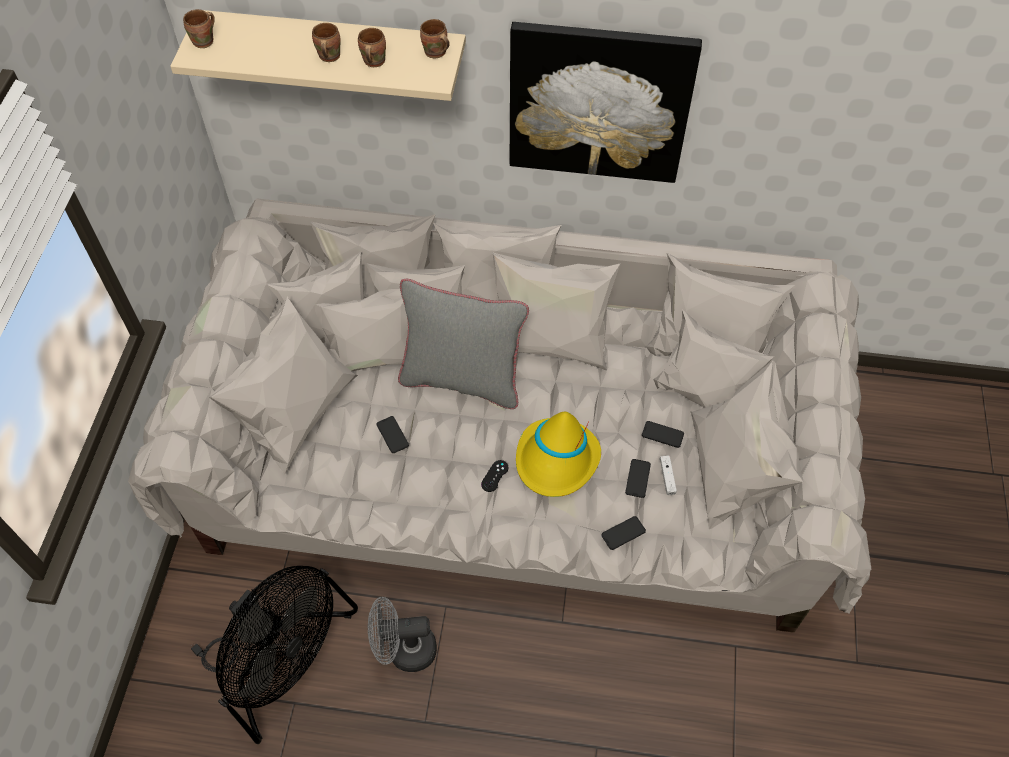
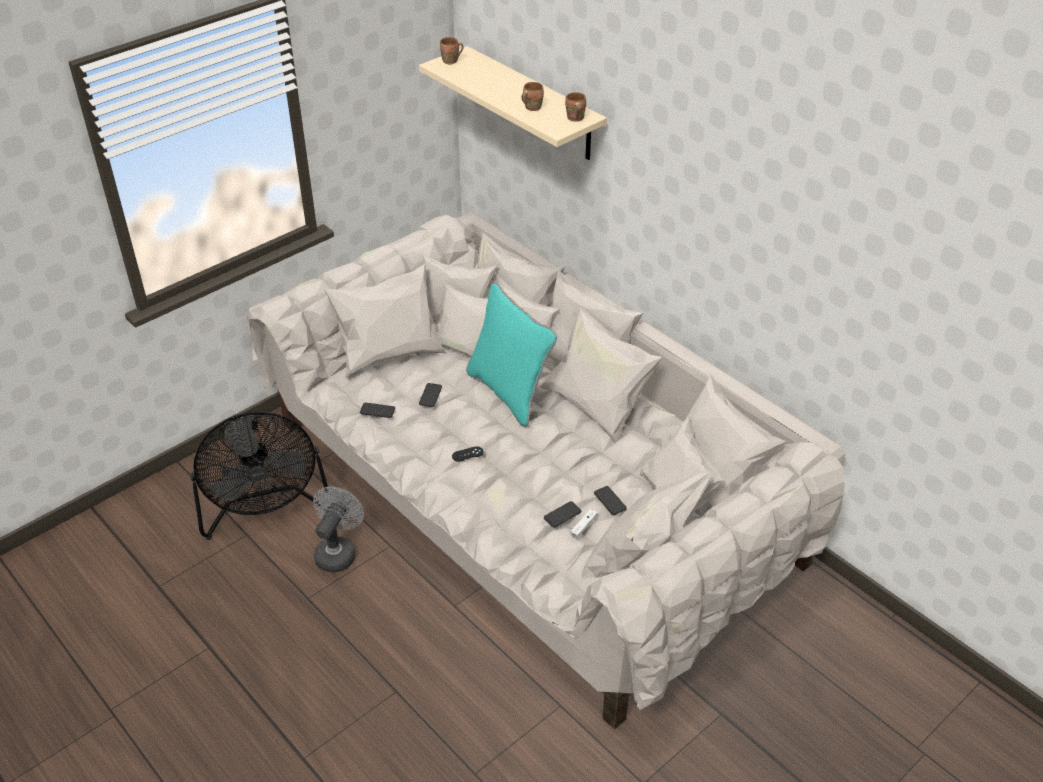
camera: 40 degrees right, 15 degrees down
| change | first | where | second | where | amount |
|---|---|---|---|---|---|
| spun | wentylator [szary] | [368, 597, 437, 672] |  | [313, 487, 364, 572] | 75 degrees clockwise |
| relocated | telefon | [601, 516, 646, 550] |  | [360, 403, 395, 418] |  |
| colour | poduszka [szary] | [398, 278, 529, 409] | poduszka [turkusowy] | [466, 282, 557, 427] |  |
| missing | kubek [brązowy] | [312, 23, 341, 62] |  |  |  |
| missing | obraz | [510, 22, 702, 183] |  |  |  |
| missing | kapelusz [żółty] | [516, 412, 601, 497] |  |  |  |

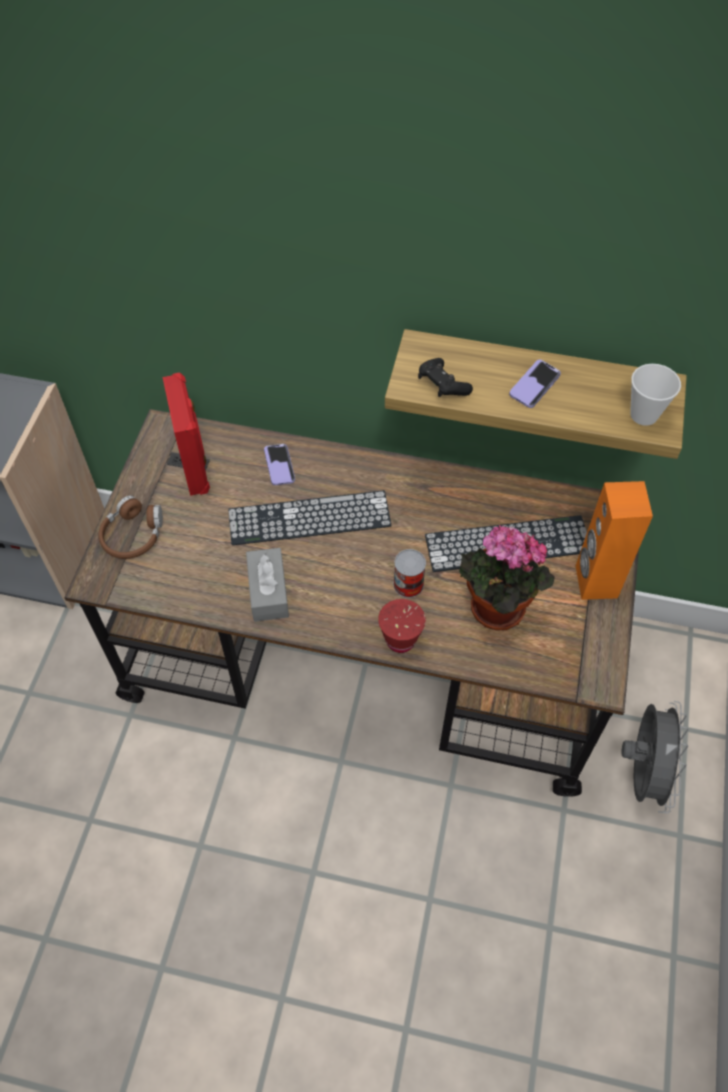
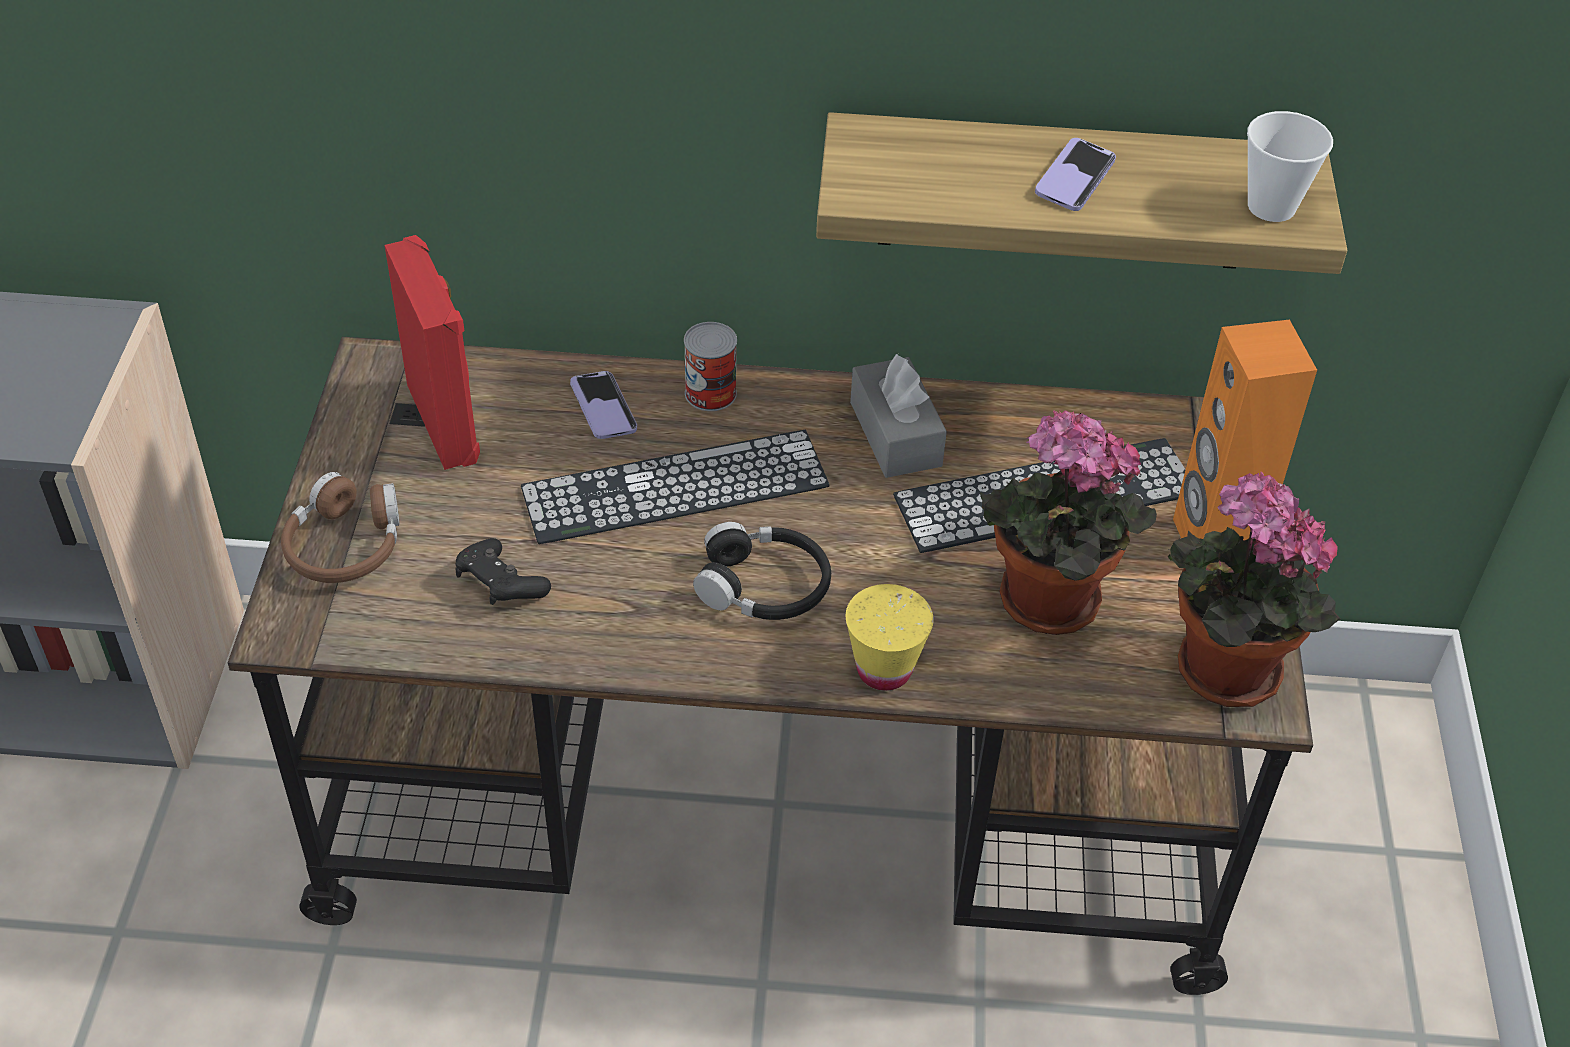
camera: 10 degrees left, 10 degrees down
| change | first | where | second | where | amount |
|---|---|---|---|---|---|
| relocated | pad do gier [czarny] | [418, 358, 473, 397] |  | [455, 538, 551, 605] |  |
| relocated | puszka | [393, 549, 426, 598] |  | [684, 322, 737, 411] |  |
| appeared |  |  | słuchawki [czarny] | [693, 522, 831, 620] |  |
| colour | filiżanka [czerwony] | [378, 599, 426, 653] | filiżanka [żółty] | [846, 584, 934, 691] |  |
| relocated | pudełko chusteczek [szary] | [246, 548, 289, 622] |  | [850, 354, 947, 478] |  |
| appeared |  |  | roślina doniczkowa | [1168, 472, 1340, 707] |  |
| missing | wentylator [szary] | [621, 701, 689, 813] |  |  |  |

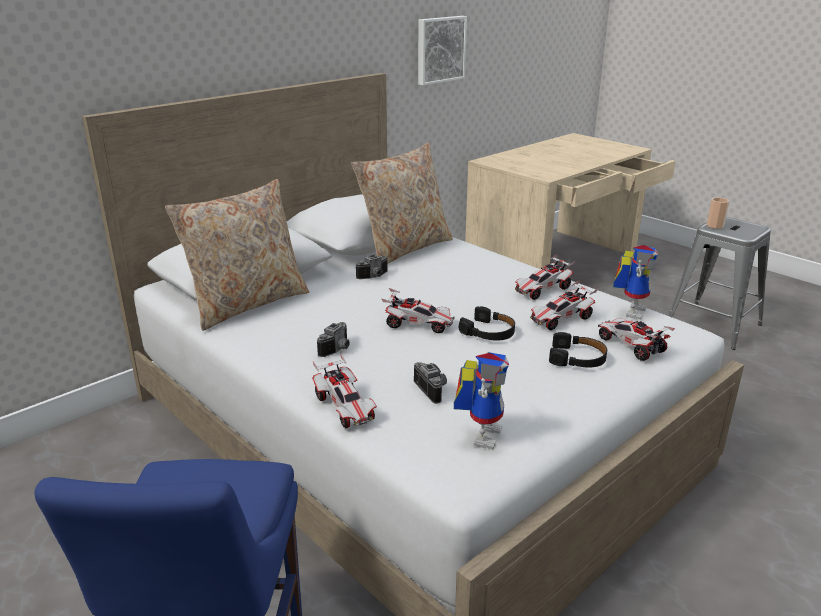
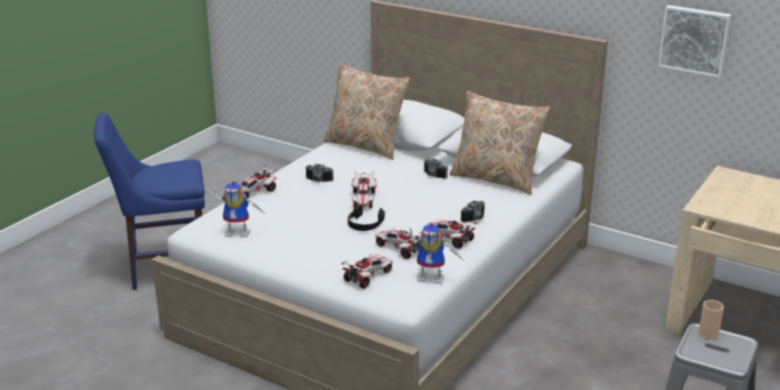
camera: 75 degrees right, 0 degrees up
| change | first | where | second | where | amount |
|---|---|---|---|---|---|
| relocated | aparat fotograficzny | [414, 362, 447, 404] |  | [461, 200, 485, 222] |  |
| missing | słuchawki [czarny] | [549, 332, 607, 368] |  |  |  |

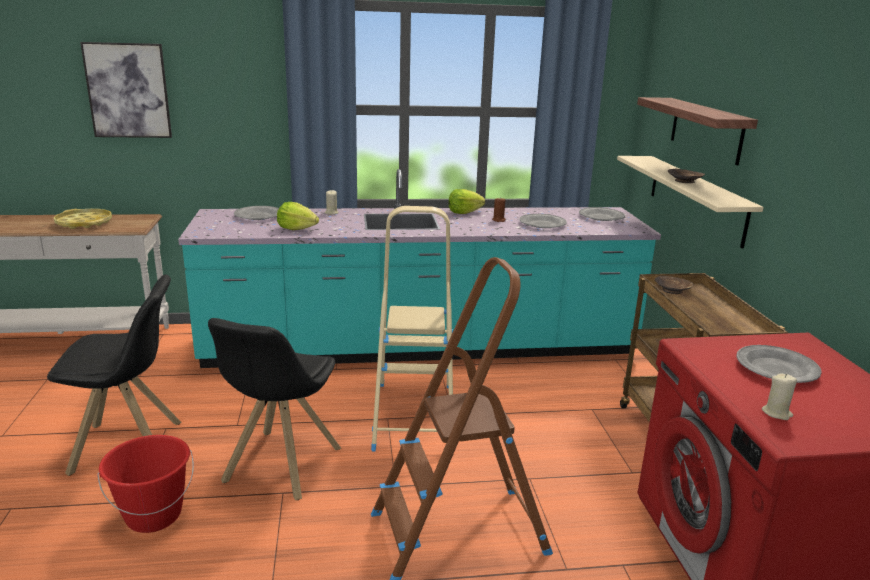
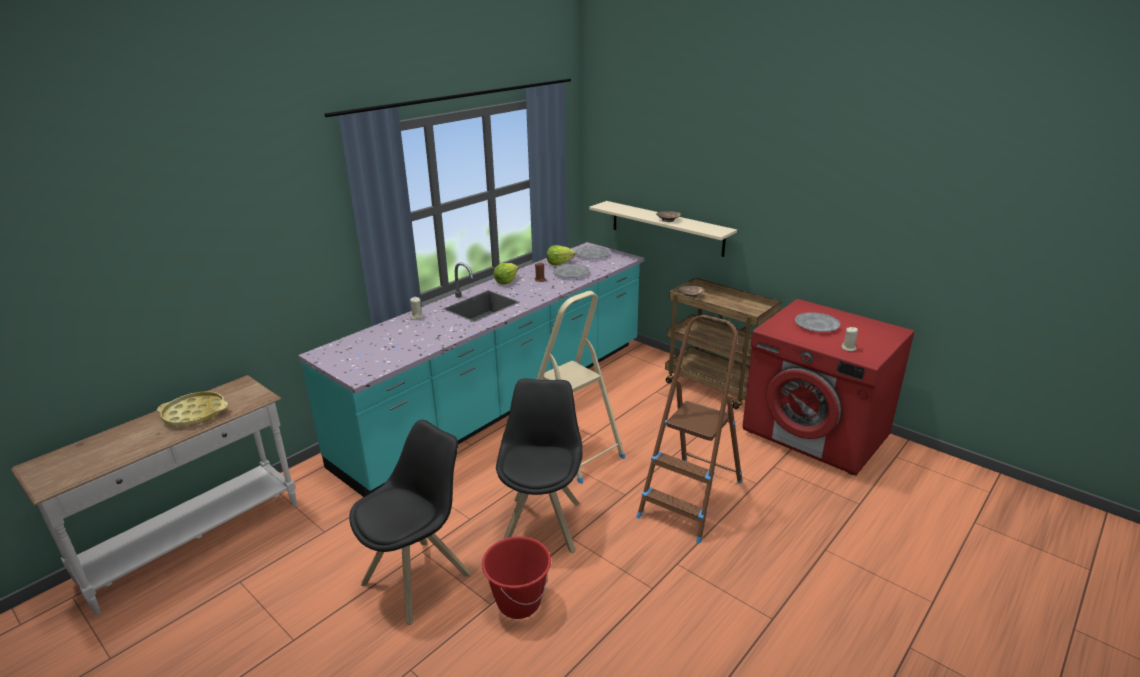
camera: 40 degrees left, 5 degrees up
| change | first | where | second | where | amount |
|---|---|---|---|---|---|
| spun | krzesło [czarny] | [208, 318, 341, 500] |  | [496, 379, 583, 553] | 150 degrees counterclockwise |
| relocated | sałata | [277, 202, 319, 230] |  | [547, 245, 575, 265] |  |
| missing | obraz | [80, 42, 172, 138] |  |  |  |
| missing | talerz [szary] | [234, 206, 279, 220] |  |  |  |
| missing | półka | [637, 97, 758, 165] |  |  |  |

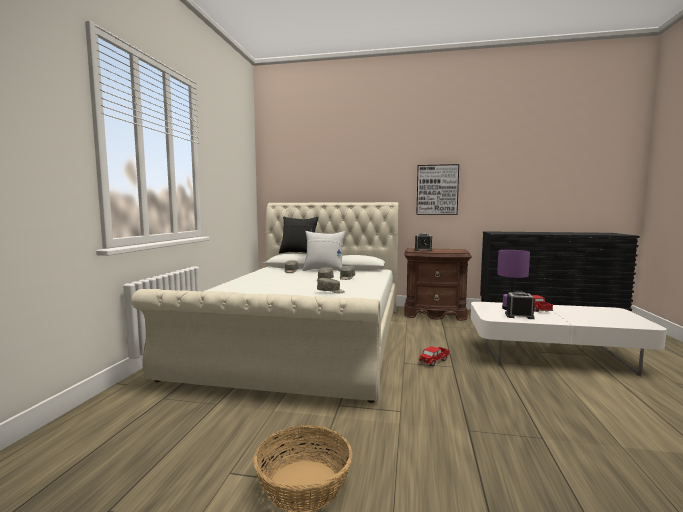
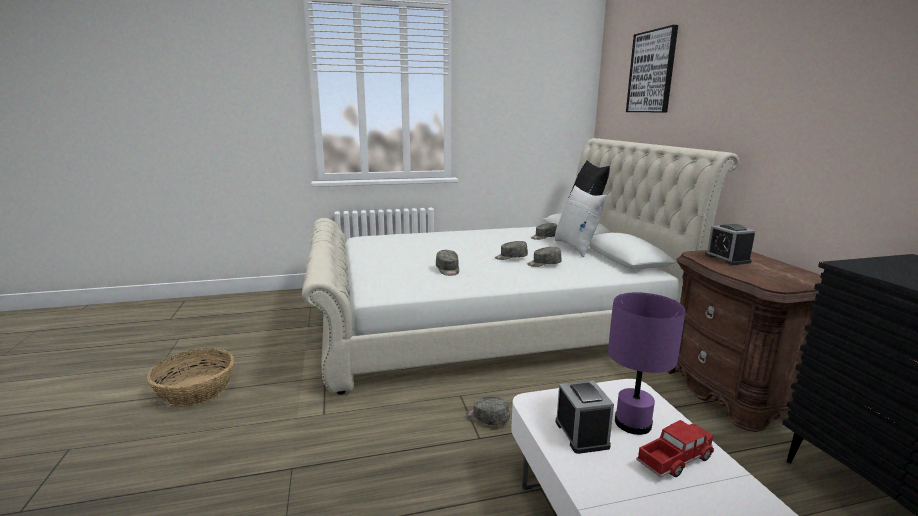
camera: 65 degrees right, 10 degrees up
| change | first | where | second | where | amount |
|---|---|---|---|---|---|
| exchanged | ciężarówka zabawkowa | [419, 346, 450, 367] | czapka z daszkiem [szary] | [466, 396, 510, 426] |  |
| relocated | obraz | [416, 164, 459, 215] |  | [626, 25, 678, 112] |  |

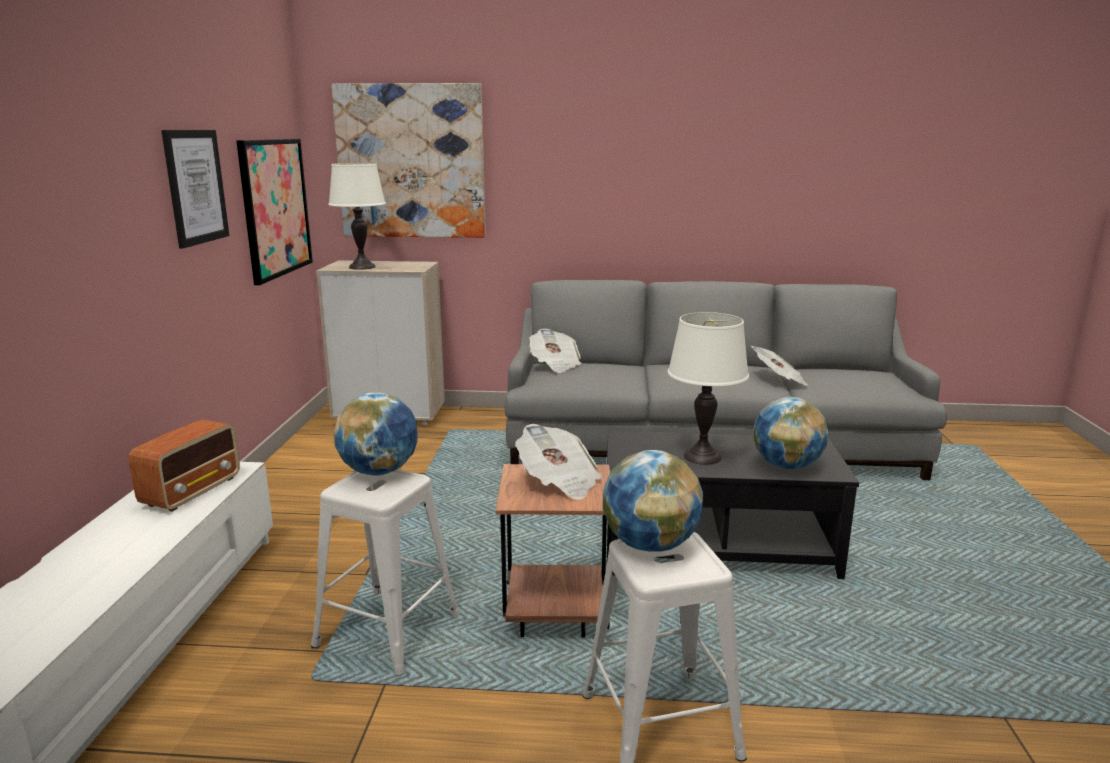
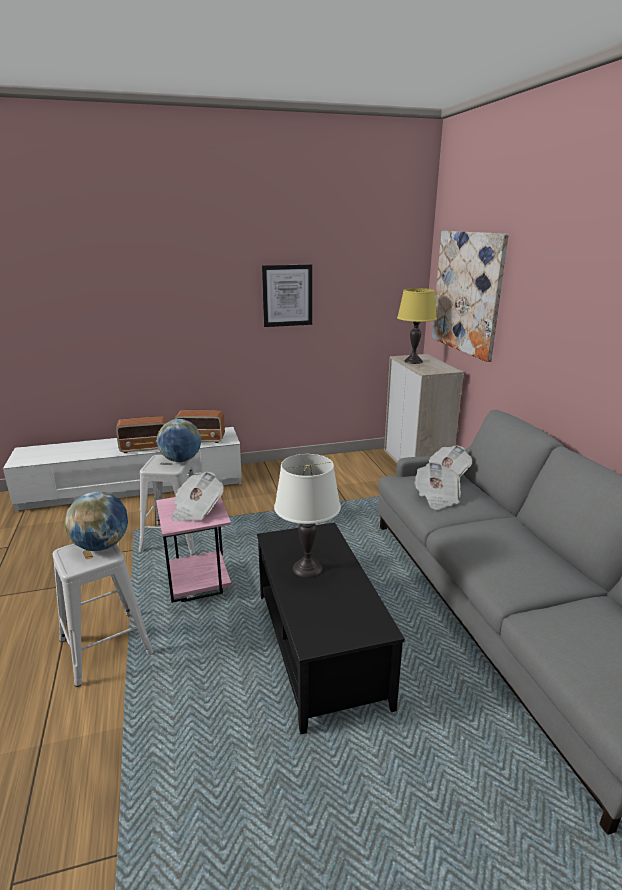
camera: 70 degrees right, 5 degrees up
| change | first | where | second | where | amount |
|---|---|---|---|---|---|
| appeared |  |  | radio | [116, 416, 167, 453] |  |
| colour | stolik [brązowy] | [495, 464, 612, 637] | stolik [różowy] | [156, 497, 231, 603] |  |
| colour | lampa stołowa [biały] | [328, 163, 386, 270] | lampa stołowa [żółty] | [397, 288, 437, 364] |  |
| relocated | gazeta | [751, 346, 808, 386] |  | [414, 462, 461, 510] |  |
| missing | obraz | [236, 139, 313, 285] |  |  |  |
| missing | globus | [754, 397, 828, 469] |  |  |  |

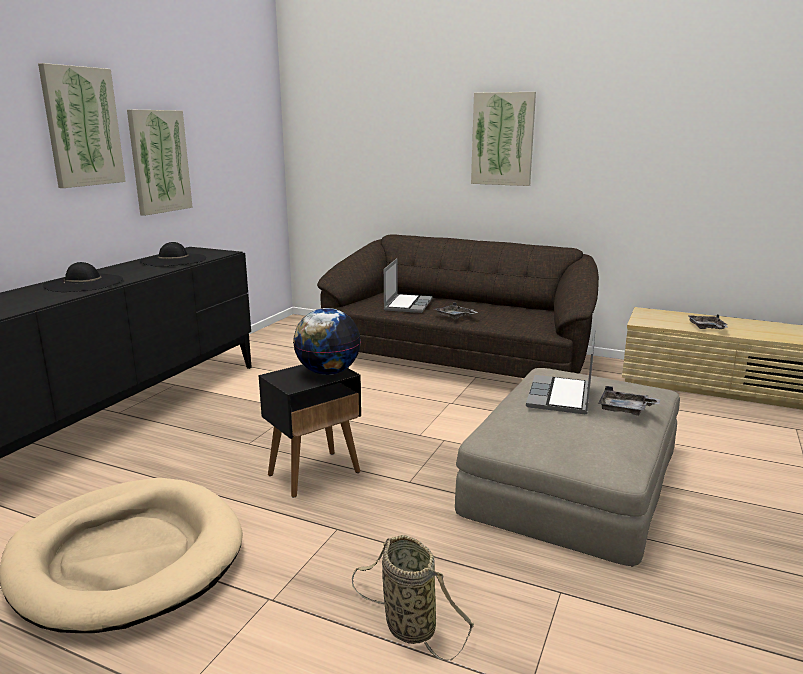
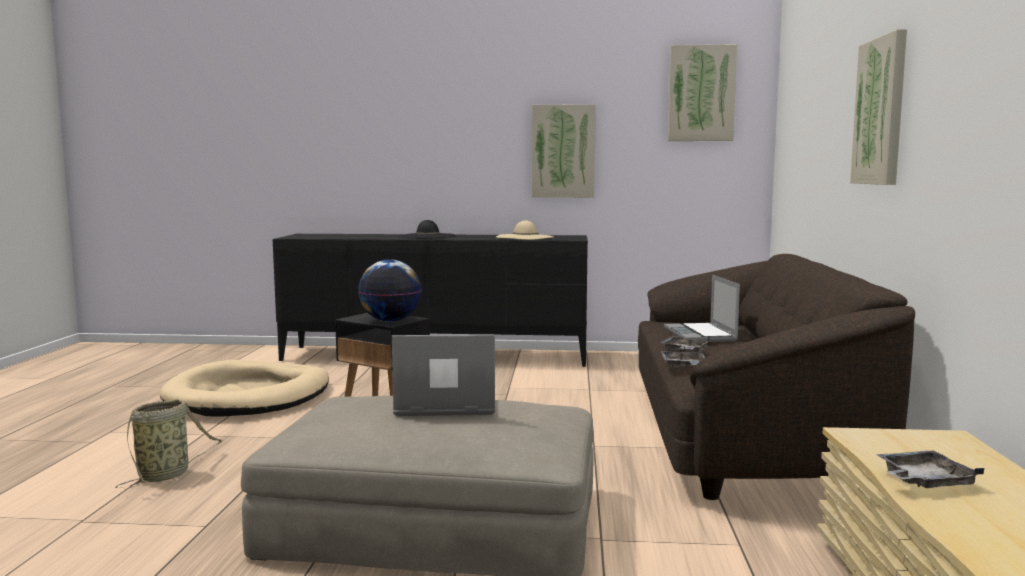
camera: 70 degrees right, 10 degrees down
| change | first | where | second | where | amount |
|---|---|---|---|---|---|
| colour | kapelusz [czarny] | [140, 242, 206, 267] | kapelusz [beżowy] | [496, 220, 554, 240] |  |
| relocated | taca [szary] | [598, 386, 661, 416] |  | [661, 349, 705, 368] |  |
| spun | laptop | [384, 259, 433, 313] |  | [664, 275, 740, 342] | 90 degrees clockwise |
| relocated | obraz | [38, 63, 126, 188] |  | [668, 44, 737, 141] |  |

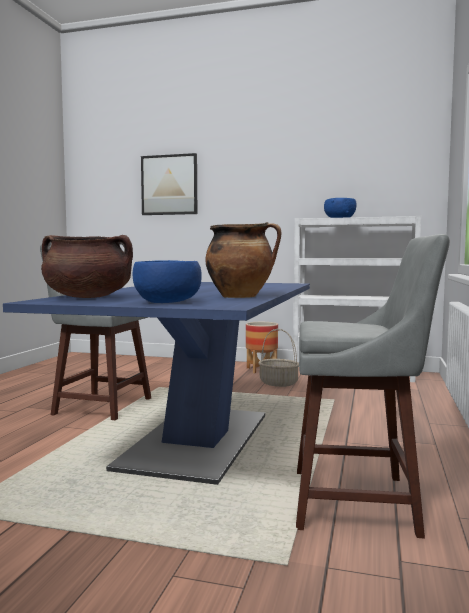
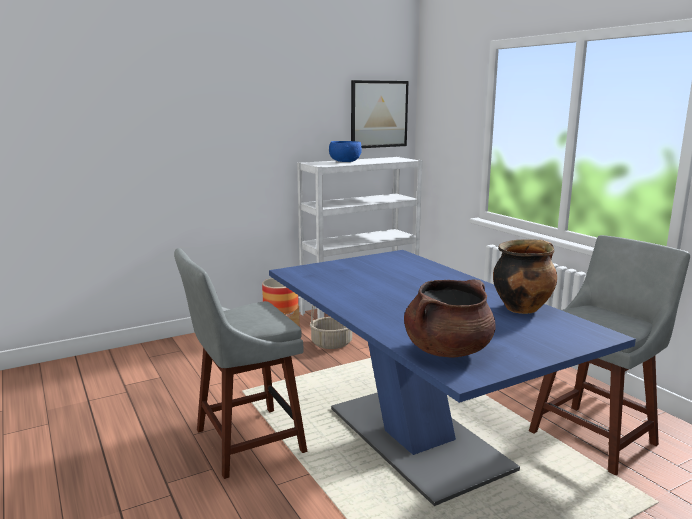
camera: 45 degrees left, 10 degrees up
| change | first | where | second | where | amount |
|---|---|---|---|---|---|
| relocated | obraz | [141, 153, 197, 215] |  | [351, 80, 408, 148] |  |
| missing | miska [niebieski] | [133, 260, 202, 303] |  |  |  |

